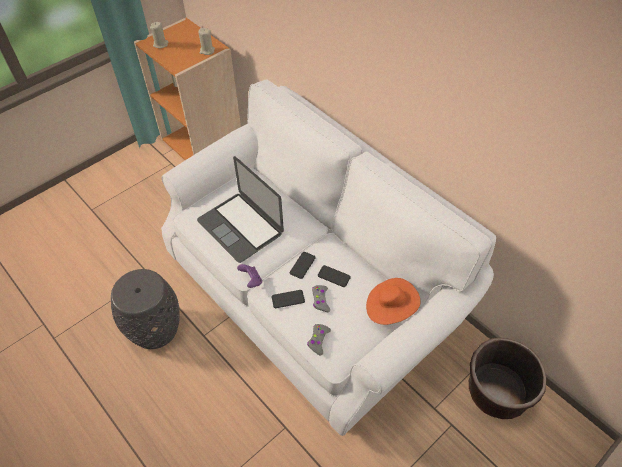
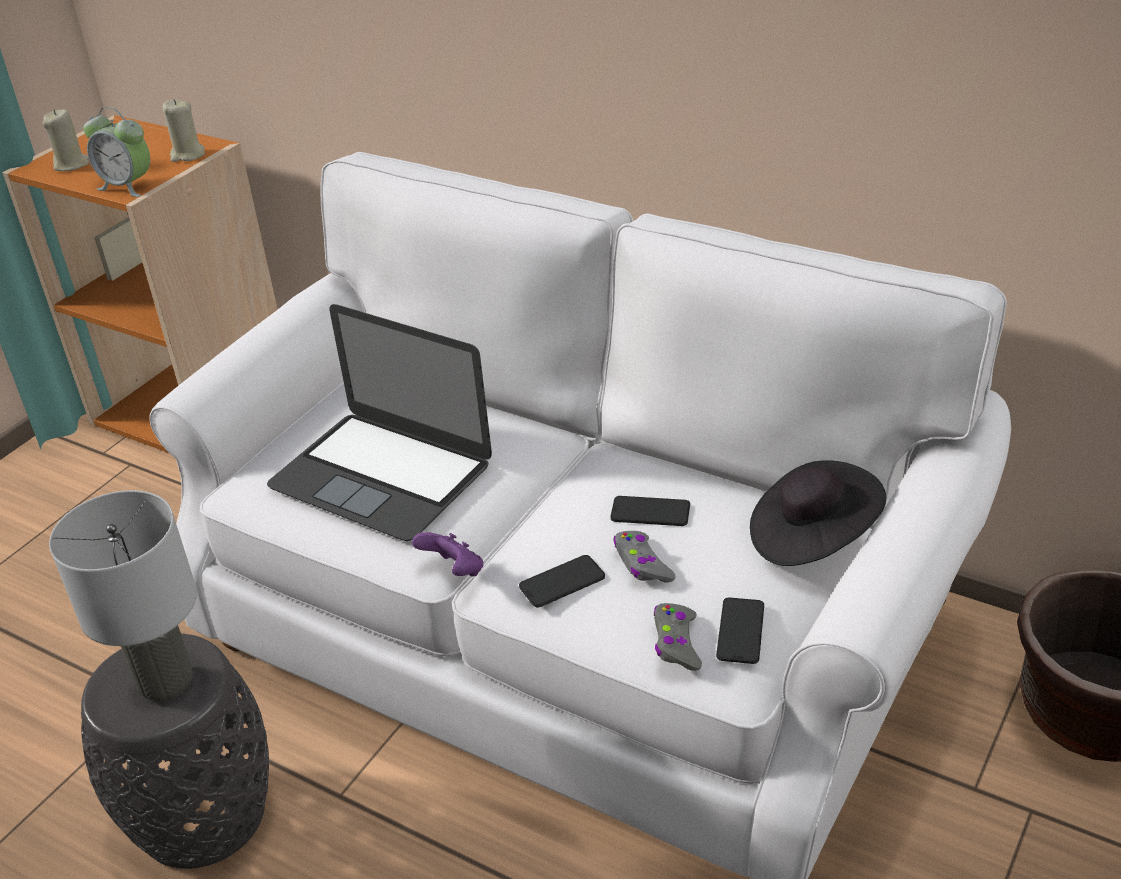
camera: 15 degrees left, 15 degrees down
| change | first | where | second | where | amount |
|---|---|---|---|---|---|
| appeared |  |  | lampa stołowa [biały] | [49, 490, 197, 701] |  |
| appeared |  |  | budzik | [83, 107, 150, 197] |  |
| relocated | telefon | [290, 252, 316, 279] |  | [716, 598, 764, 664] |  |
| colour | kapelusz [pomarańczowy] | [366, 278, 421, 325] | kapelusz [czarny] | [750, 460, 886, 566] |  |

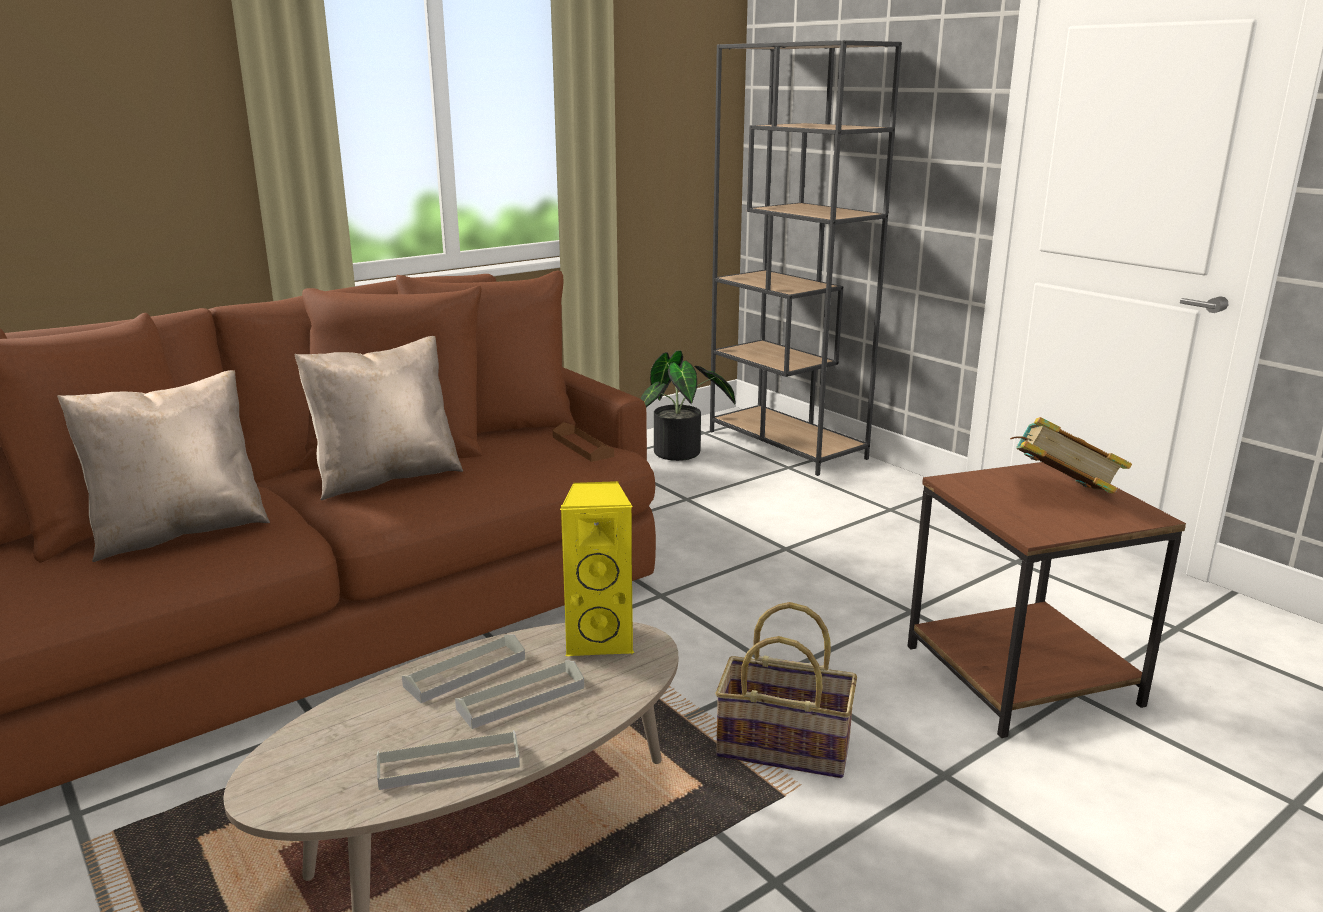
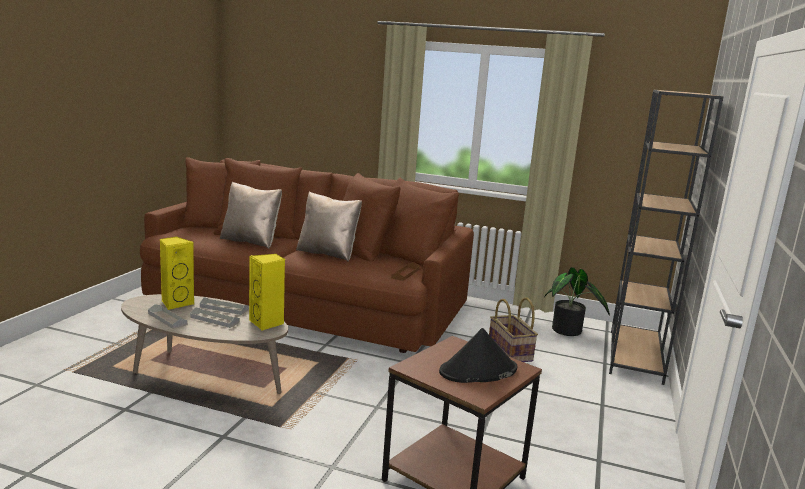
camera: 55 degrees right, 5 degrees down
| change | first | where | second | where | amount |
|---|---|---|---|---|---|
| appeared |  |  | głośnik [żółty] | [160, 237, 195, 310] |  |
| exchanged | książka | [1010, 417, 1132, 493] | kapelusz [czarny] | [439, 328, 517, 383] |  |
| relocated | koszyk | [715, 602, 857, 778] |  | [489, 297, 538, 362] |  |

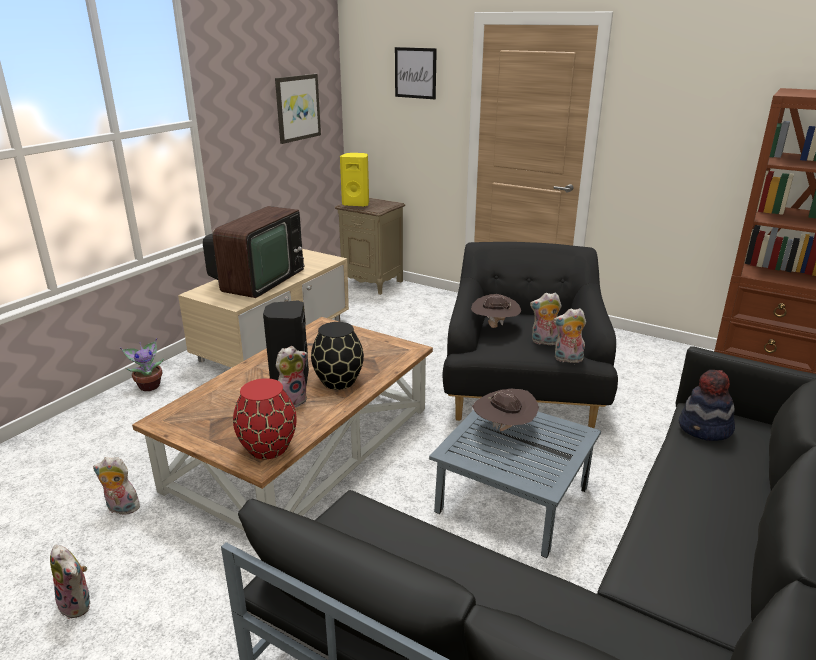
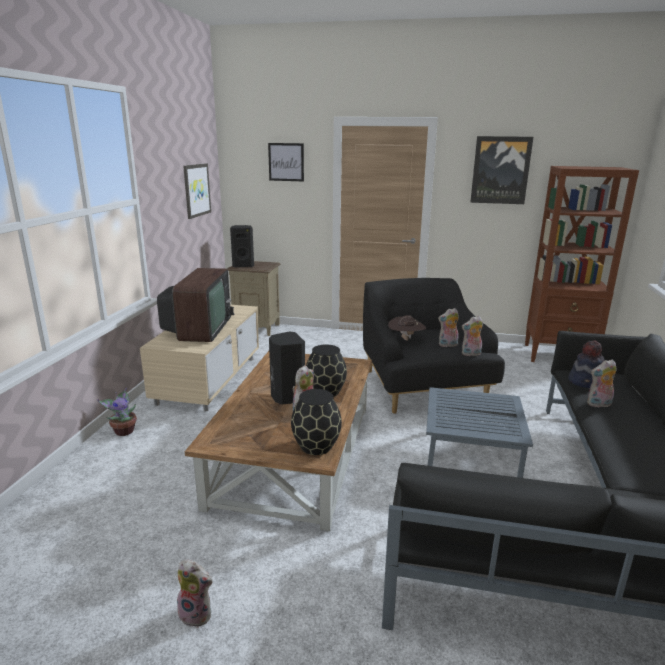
camera: 20 degrees left, 5 degrees down
| change | first | where | second | where | amount |
|---|---|---|---|---|---|
| colour | głośnik [żółty] | [340, 153, 369, 207] | głośnik [czarny] | [230, 225, 254, 268] |  |
| colour | wazon [czerwony] | [233, 378, 297, 459] | wazon [czarny] | [291, 389, 342, 455] |  |
| appeared |  |  | obraz | [470, 136, 533, 204] |  |
| relocated | pluszak | [93, 457, 142, 515] |  | [587, 359, 616, 408] |  |
| missing | kapelusz [brązowy] | [472, 389, 539, 431] |  |  |  |

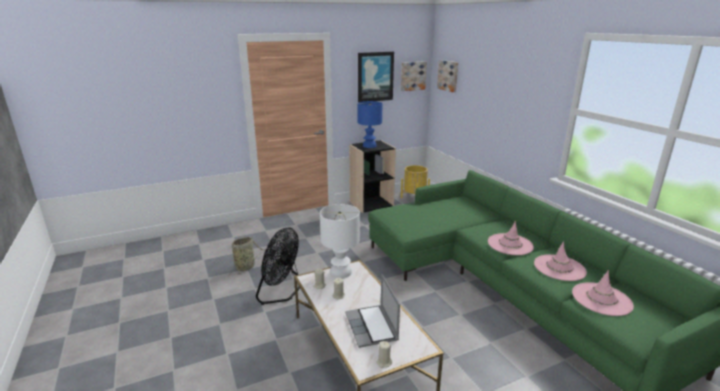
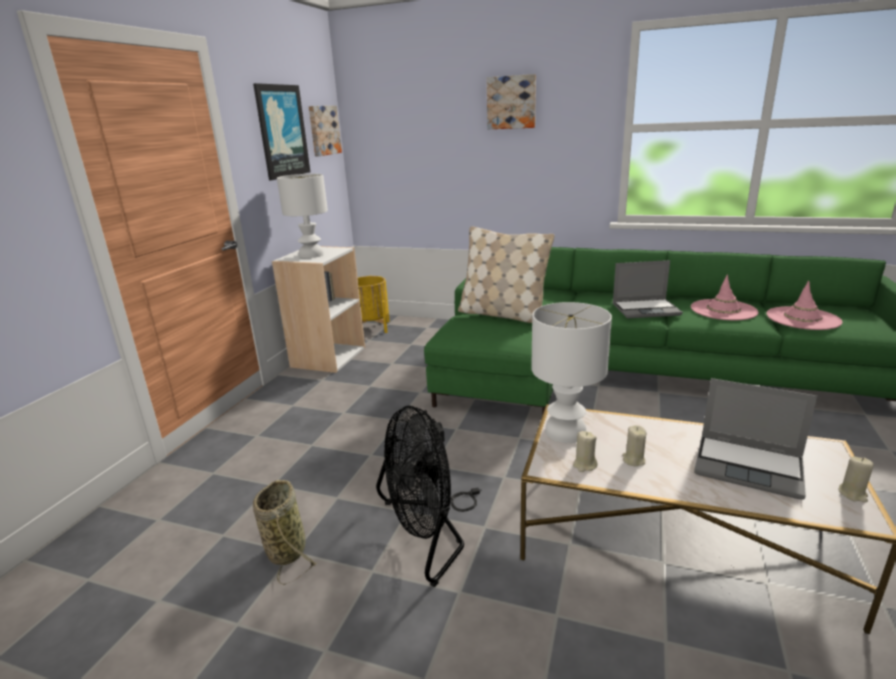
camera: 45 degrees left, 0 degrees up
| change | first | where | second | where | amount |
|---|---|---|---|---|---|
| colour | regał [czarny] | [349, 140, 396, 213] | regał [biały] | [272, 246, 365, 373] |  |
| colour | lampa stołowa [niebieski] | [358, 101, 382, 148] | lampa stołowa [biały] | [277, 174, 328, 258] |  |
| appeared |  |  | poduszka [beżowy] | [458, 226, 554, 323] |  |
| relocated | obraz | [437, 60, 459, 92] |  | [487, 74, 536, 129] |  |
| exchanged | kapelusz [różowy] | [488, 221, 534, 255] | laptop | [612, 260, 683, 318] |  |

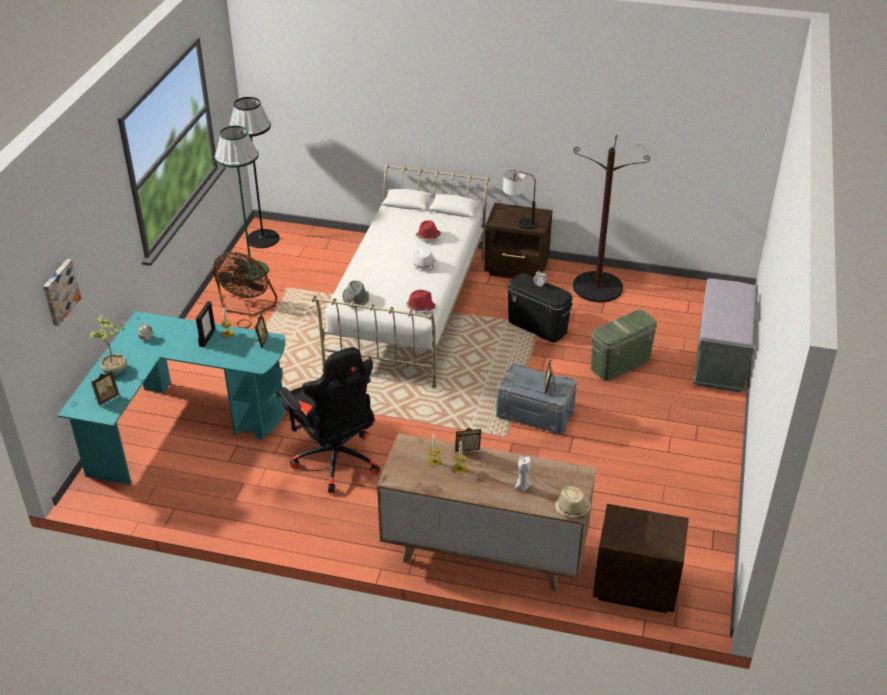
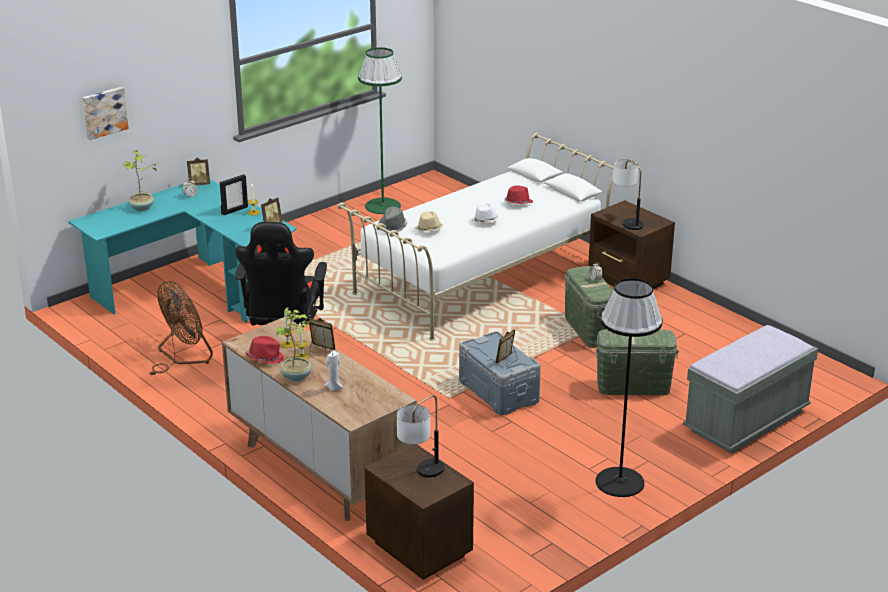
camera: 35 degrees right, 10 degrees down
| change | first | where | second | where | amount |
|---|---|---|---|---|---|
| relocated | wentylator [brązowy] | [211, 252, 277, 329] |  | [149, 281, 213, 375] |  |
| relocated | ramka na zdjęcie | [91, 371, 119, 406] |  | [187, 158, 210, 186] |  |
| relocated | kapelusz [czerwony] | [406, 290, 436, 311] |  | [246, 336, 284, 364] |  |
| appeared |  |  | roślina doniczkowa | [276, 307, 312, 381] |  |
| appeared |  |  | lampa stołowa | [397, 395, 444, 478] |  |
| relocated | kapelusz [beżowy] | [555, 487, 591, 517] |  | [416, 211, 443, 231] |  |
| colour | pojemnik do przechowywania [czarny] | [507, 273, 573, 342] | pojemnik do przechowywania [zielony] | [565, 266, 613, 348] |  |
| relocated | lampa stojąca [czarny] | [229, 97, 280, 248] |  | [595, 278, 663, 497] |  |
| missing | wieszak [czarny] | [573, 135, 650, 302] |  |  |  |

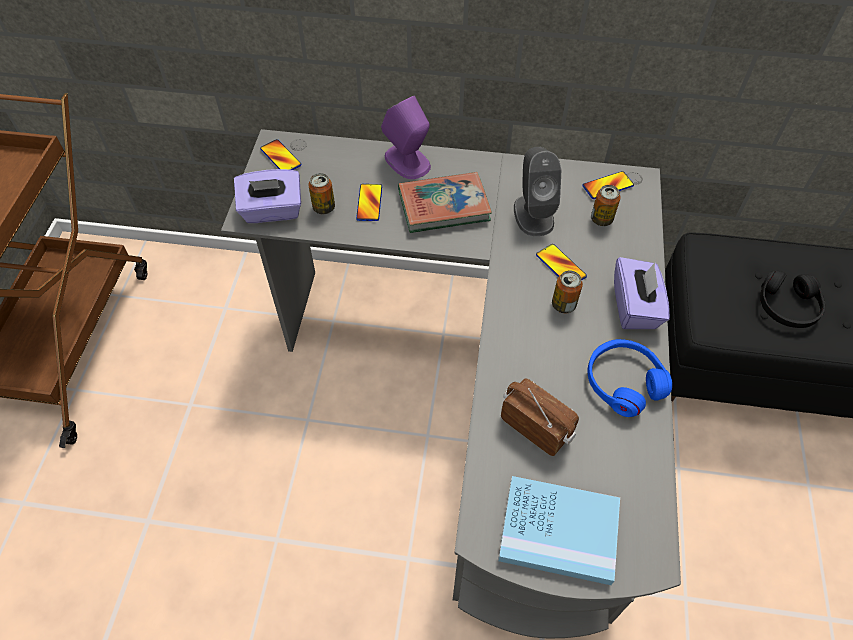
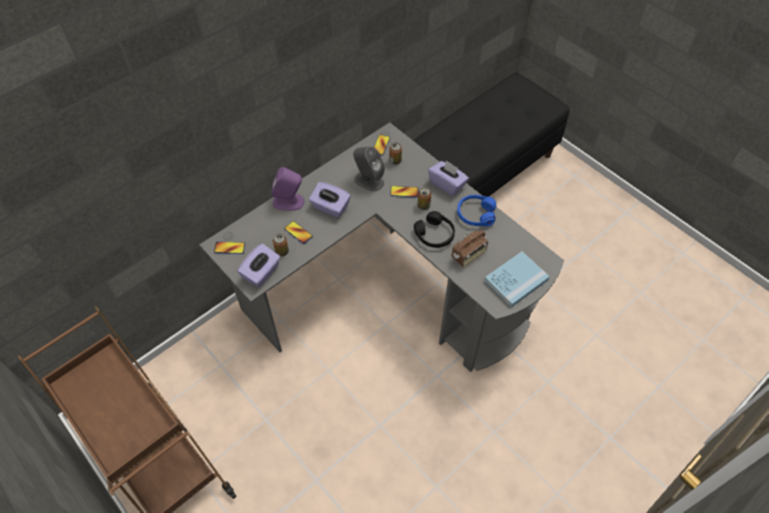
camera: 50 degrees left, 0 degrees up
| change | first | where | second | where | amount |
|---|---|---|---|---|---|
| exchanged | książka | [398, 172, 492, 233] | pudełko chusteczek [fioletowy] | [309, 182, 351, 218] |  |
| relocated | słuchawki [czarny] | [760, 270, 826, 328] |  | [414, 211, 455, 248] |  |
| spun | radio | [501, 378, 579, 456] |  | [452, 225, 488, 267] | 150 degrees clockwise |

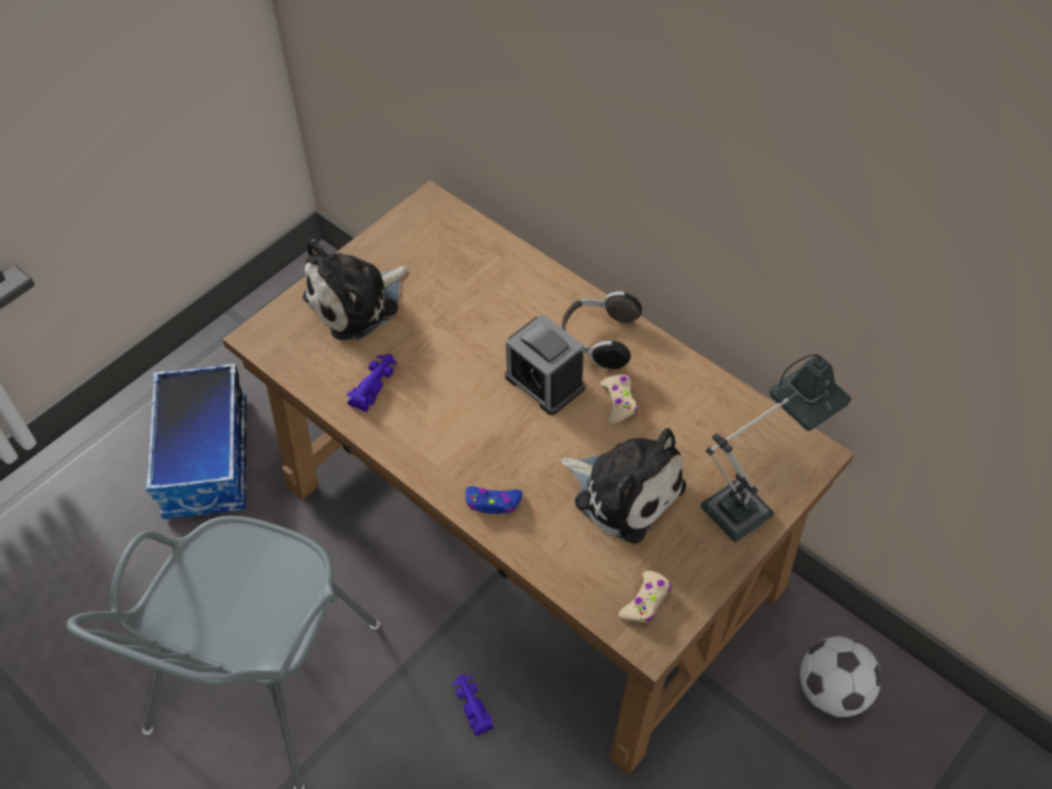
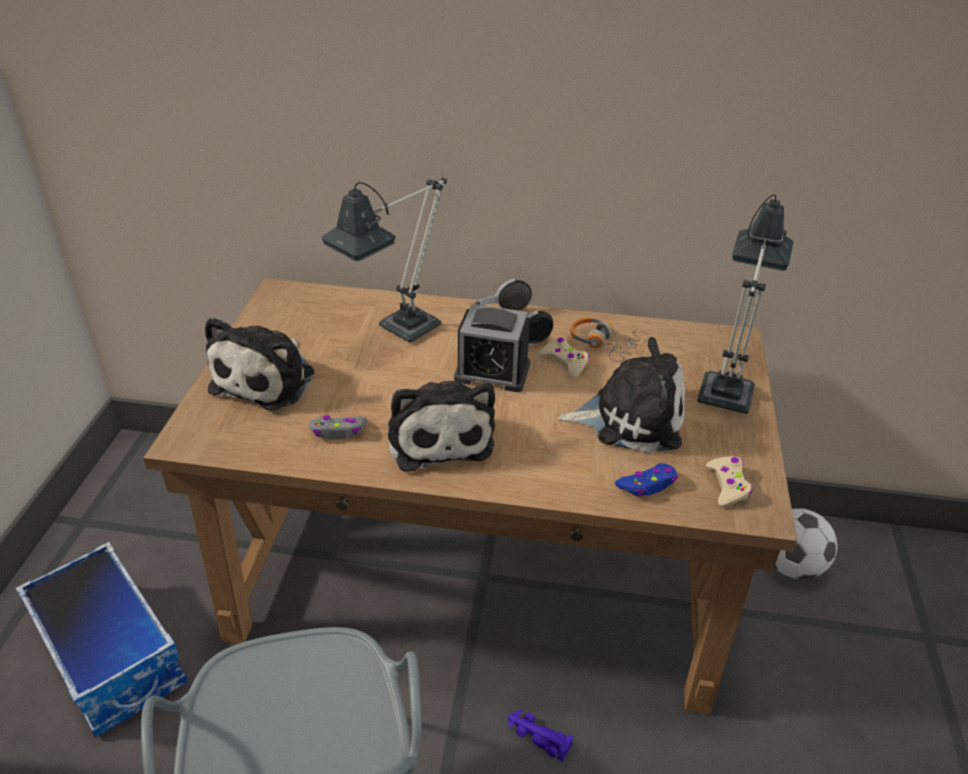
camera: 35 degrees left, 15 degrees down
| change | first | where | second | where | amount |
|---|---|---|---|---|---|
| exchanged | samochodzik [fioletowy] | [347, 354, 397, 412] | pad do gier [szary] | [309, 415, 367, 440] |  |
| appeared |  |  | lampa stołowa | [321, 178, 447, 342] |  |
| appeared |  |  | pluszak | [388, 381, 495, 472] |  |
| appeared |  |  | słuchawki | [570, 317, 641, 362] |  |
| relocated | pad do gier [niebieski] | [465, 486, 523, 514] |  | [615, 463, 678, 496] |  |

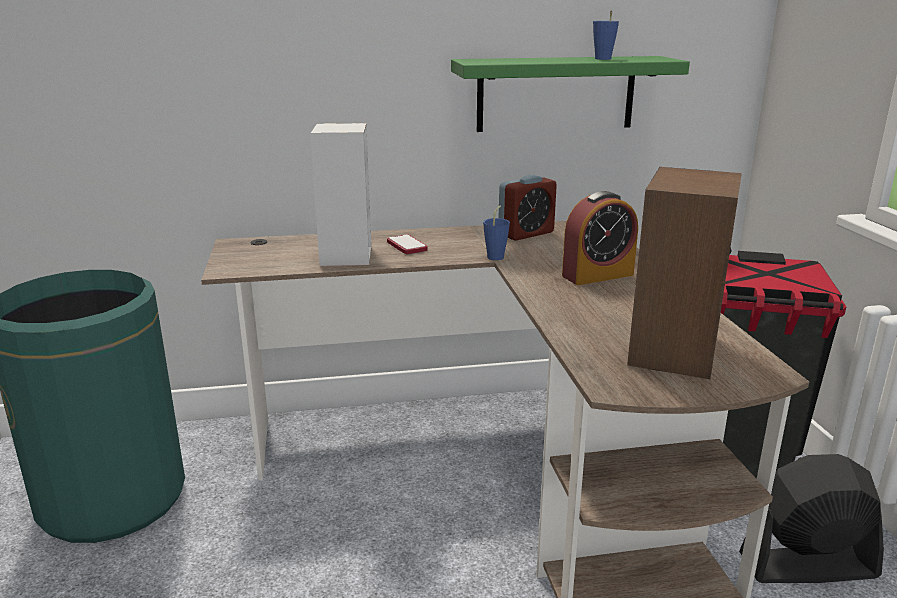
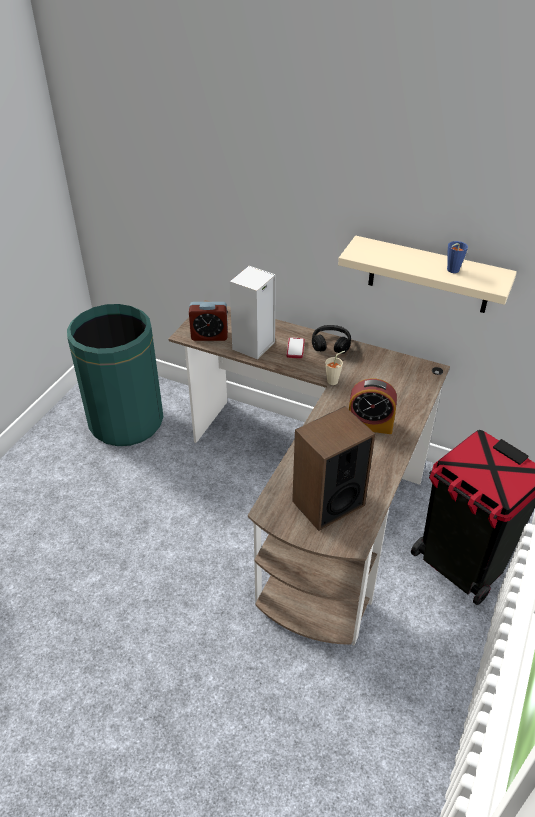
camera: 35 degrees right, 20 degrees up
| change | first | where | second | where | amount |
|---|---|---|---|---|---|
| relocated | budzik | [499, 175, 557, 241] |  | [189, 302, 228, 341] |  |
| appeared |  |  | słuchawki [czarny] | [312, 325, 351, 354] |  |
| colour | filiżanka [niebieski] | [483, 205, 510, 260] | filiżanka [beżowy] | [325, 351, 345, 385] |  |
| colour | półka [zielony] | [451, 56, 690, 132] | półka [beżowy] | [338, 236, 517, 313] |  |
| missing | wentylator [czarny] | [739, 454, 884, 583] |  |  |  |

